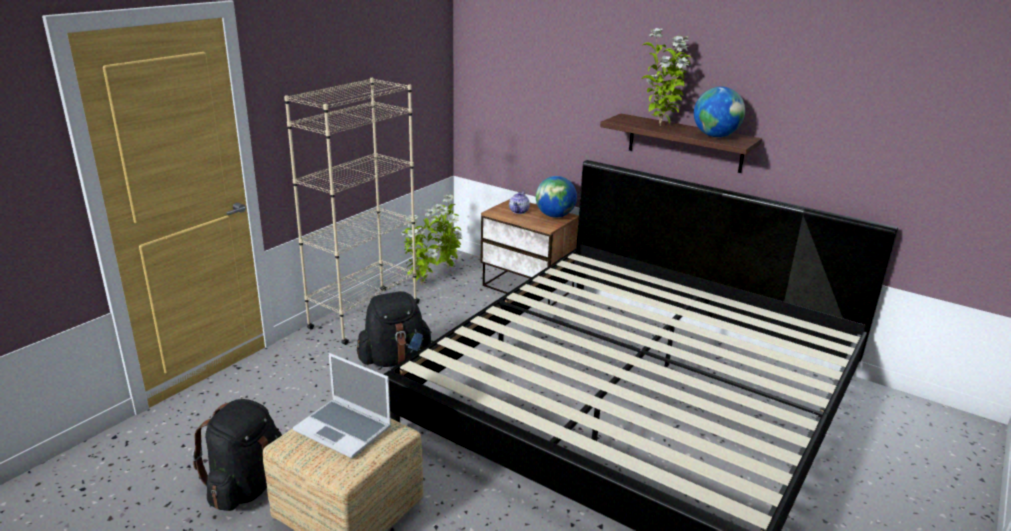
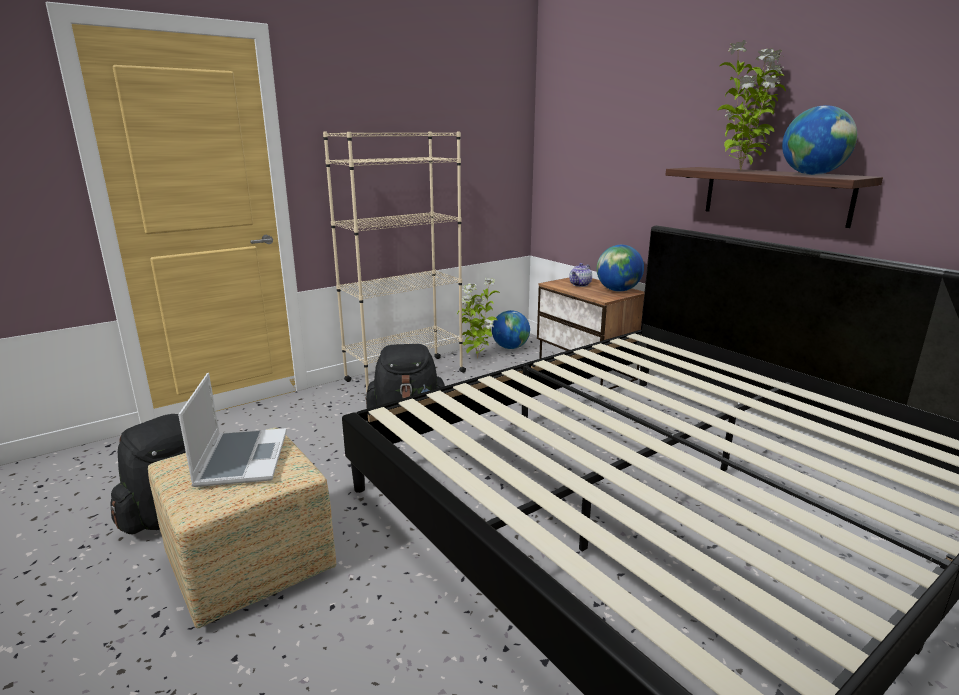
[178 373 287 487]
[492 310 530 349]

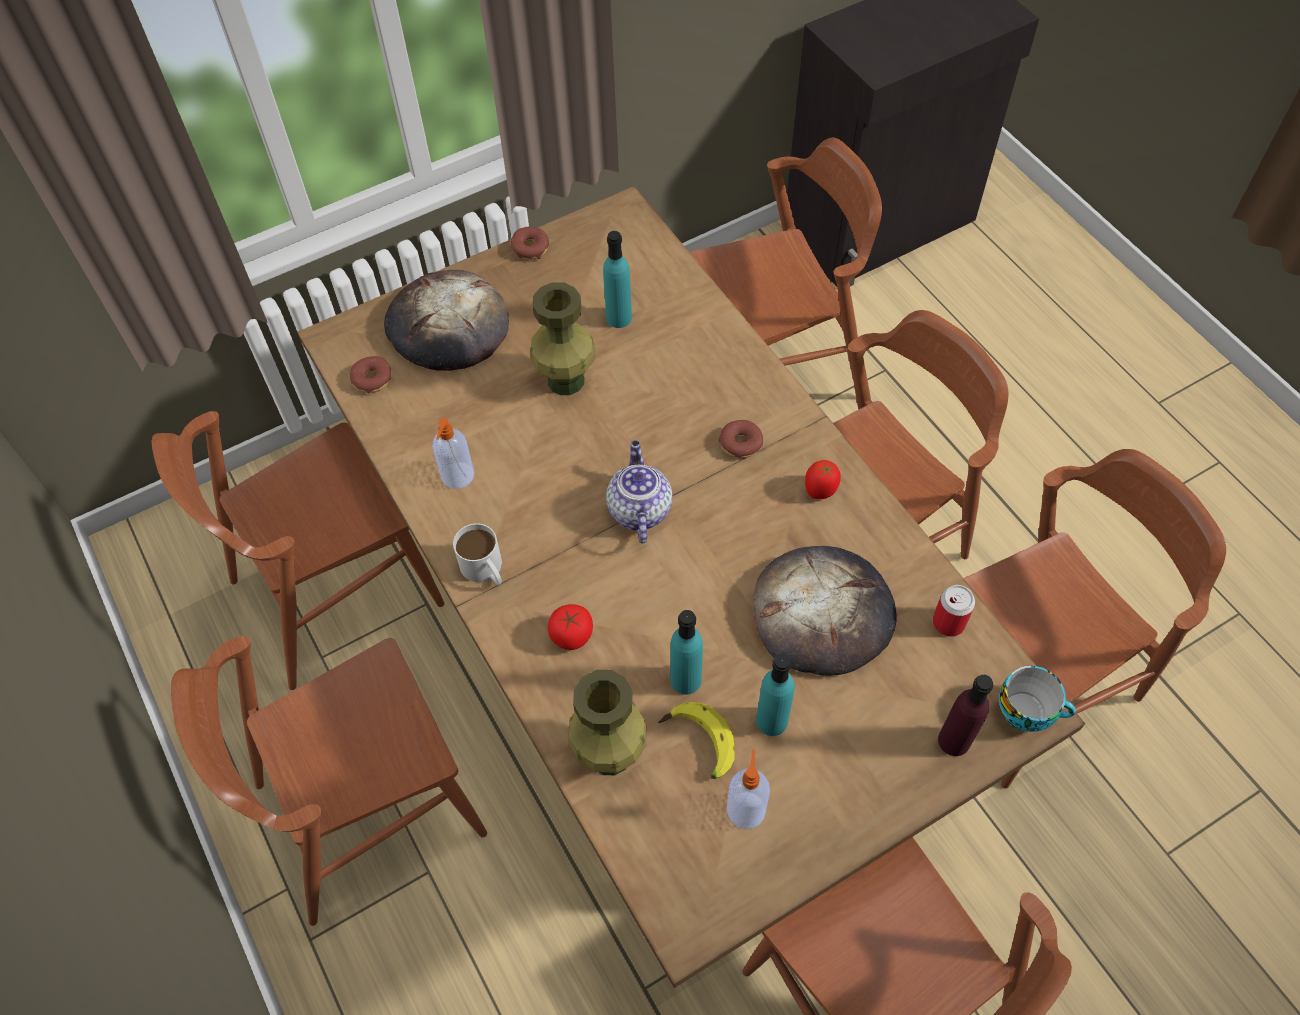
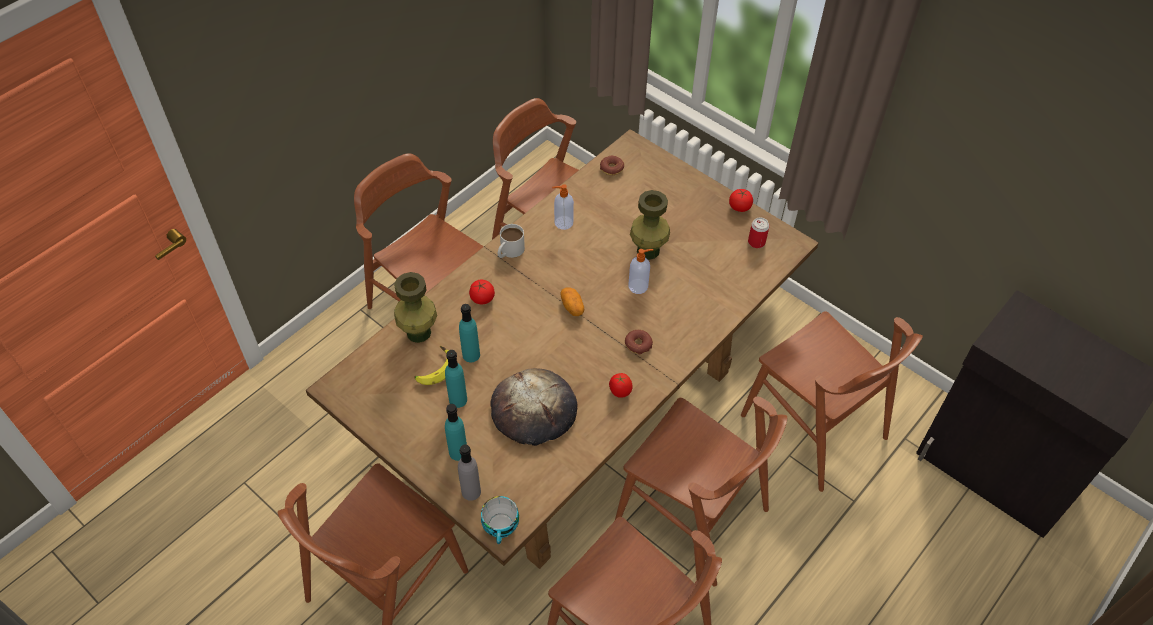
[445 404 467 461]
[458 445 481 501]
[561 287 585 316]
[628 249 653 294]
[729 189 753 212]
[748 217 769 248]
[384 270 509 371] (first image)

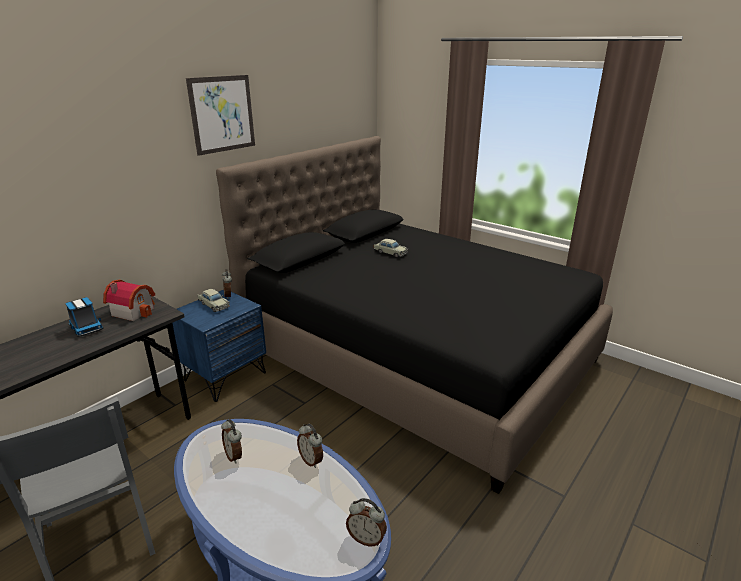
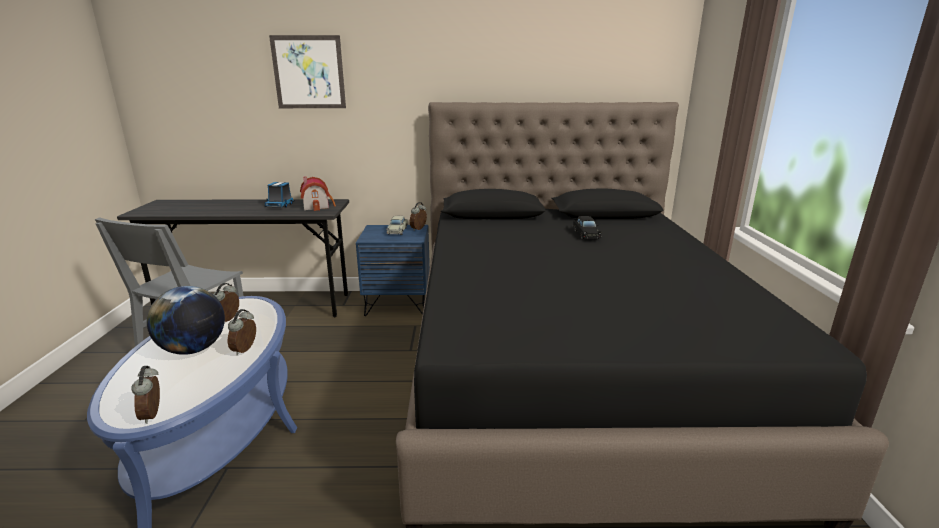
[147 286 225 355]
[269 35 346 108]
[573 216 602 239]

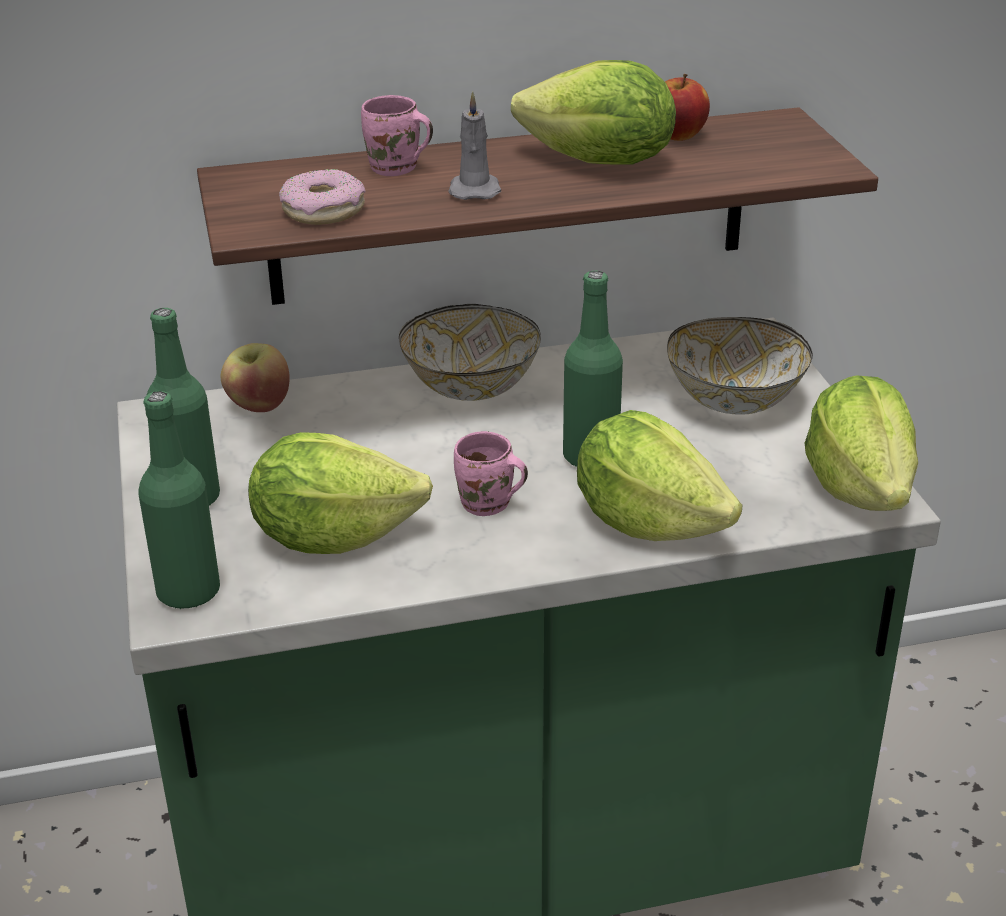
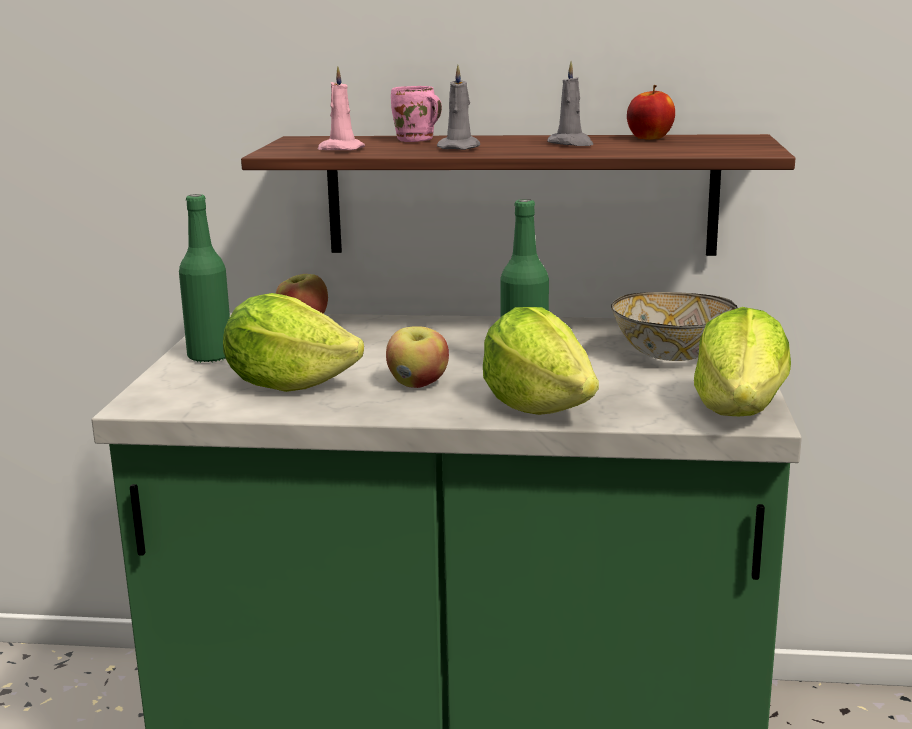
[318 66 365 150]
[386 327 449 388]
[547 61 593 146]
[138 391 220 609] (first image)
[399 304 541 401] (first image)

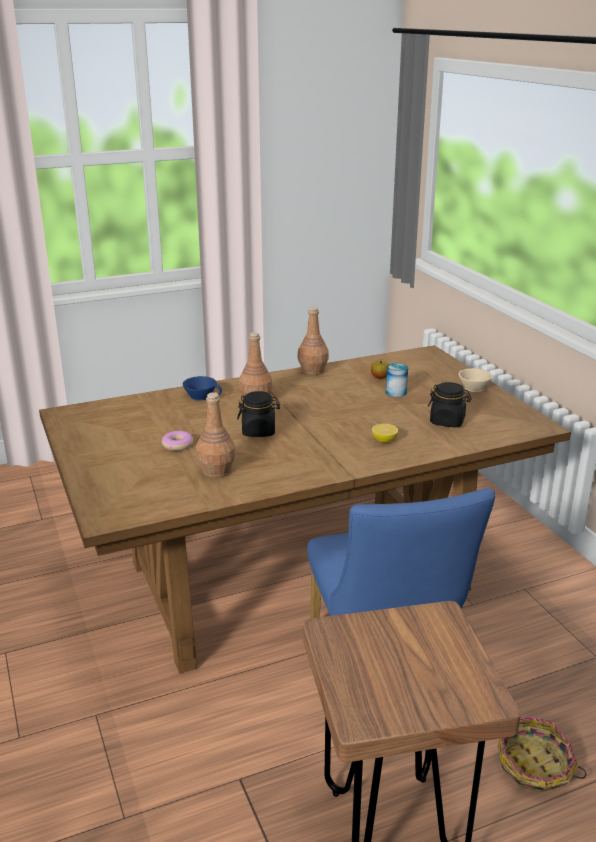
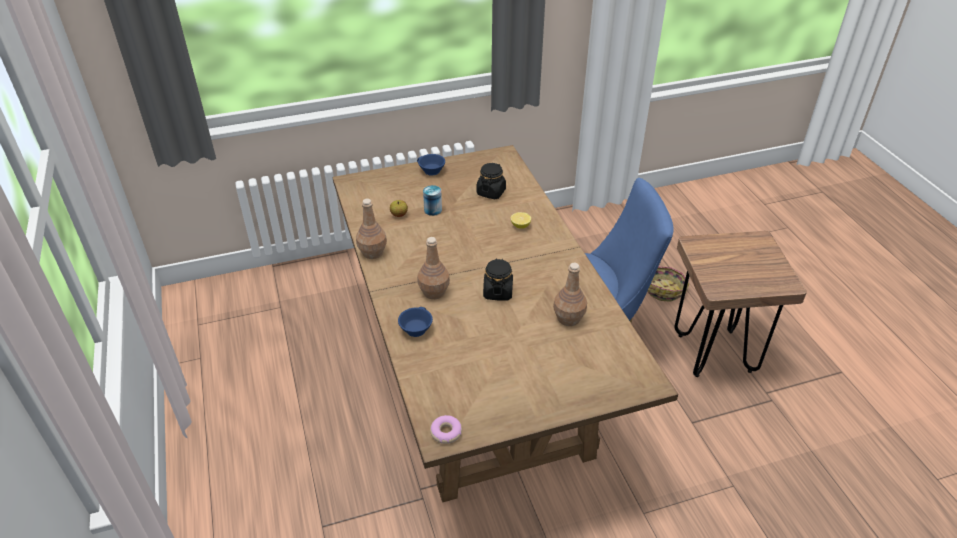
[417 154 445 176]
[430 415 462 444]

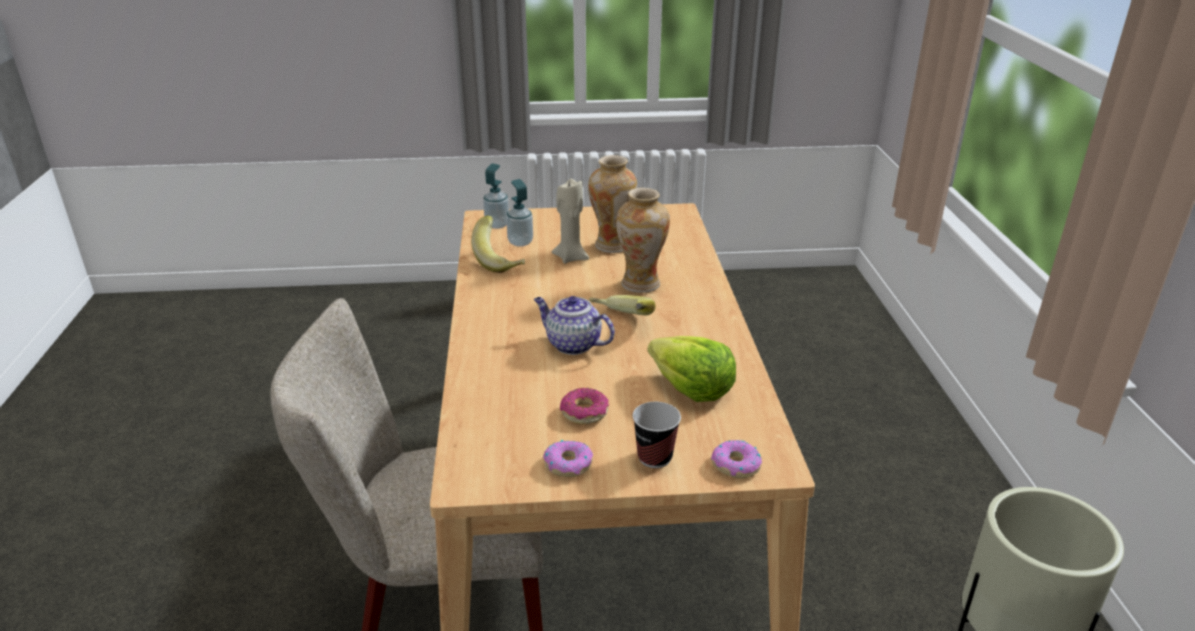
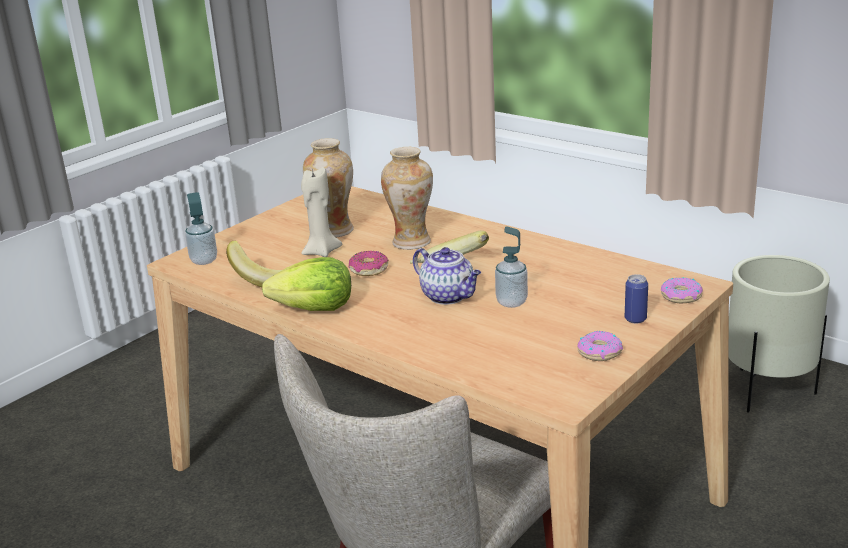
[262 257 351 311]
[348 251 388 276]
[413 247 481 305]
[495 226 528 308]
[625 274 648 324]

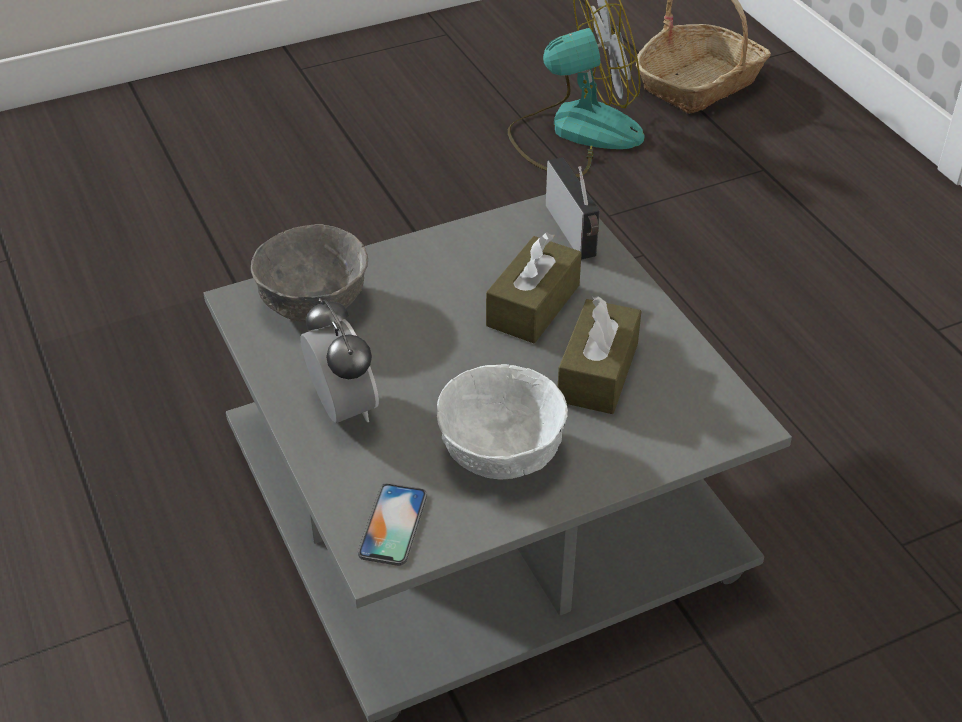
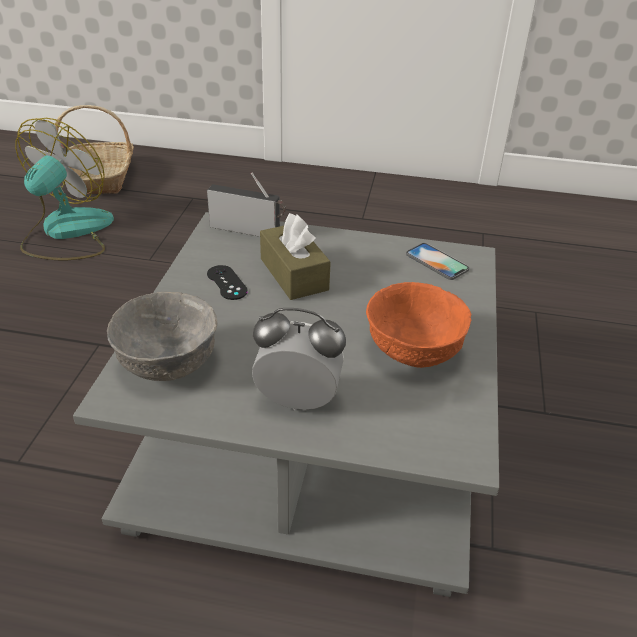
[207 265 248 300]
[366 282 471 368]
[406 243 469 280]
[558 296 641 414] (first image)

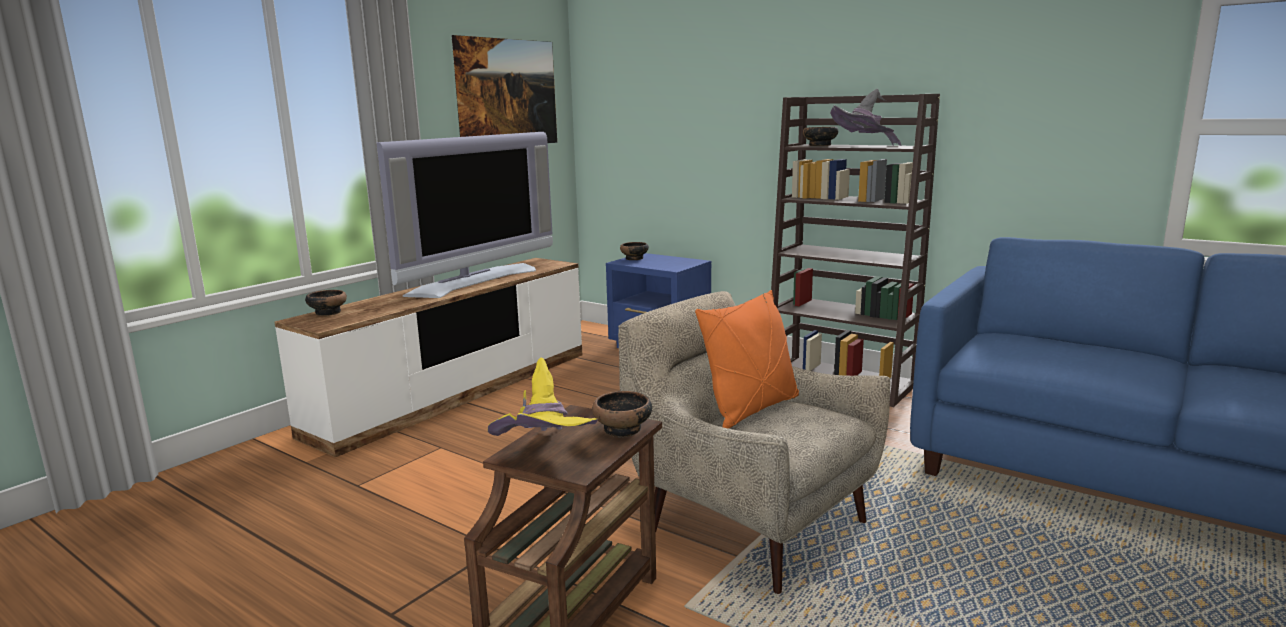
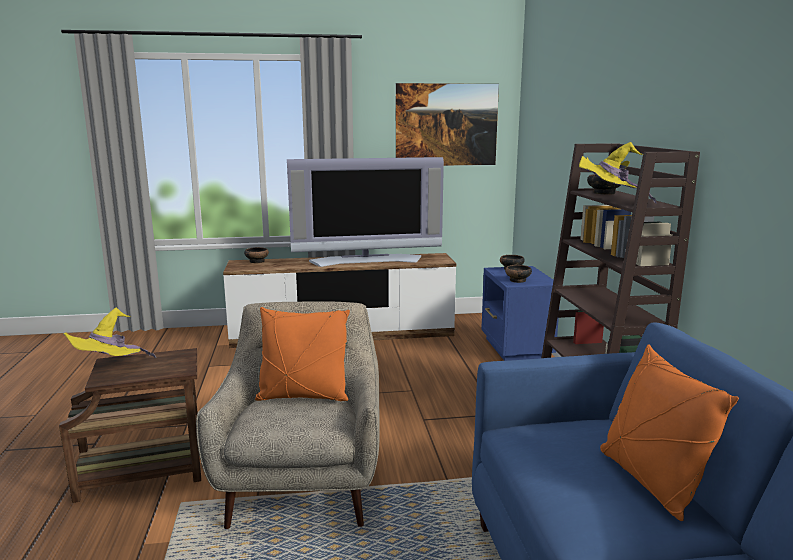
[505 265 532 283]
[579 142 657 203]
[600 344 739 521]

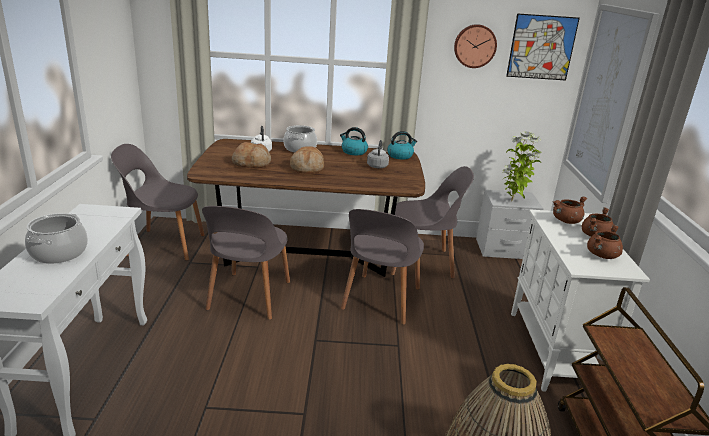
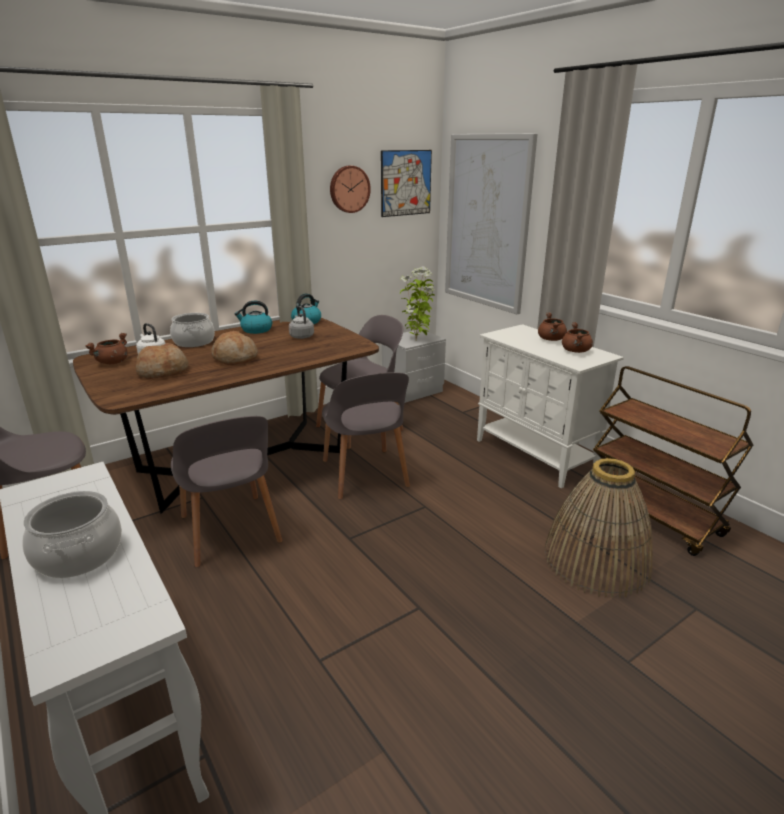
[85 333 128 364]

